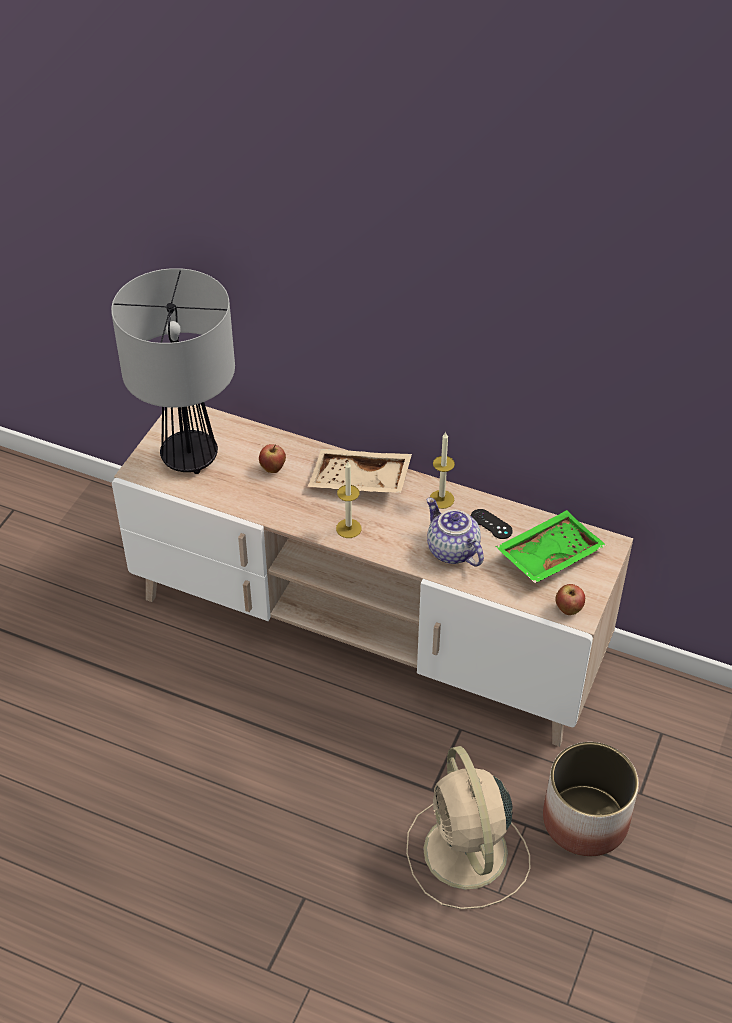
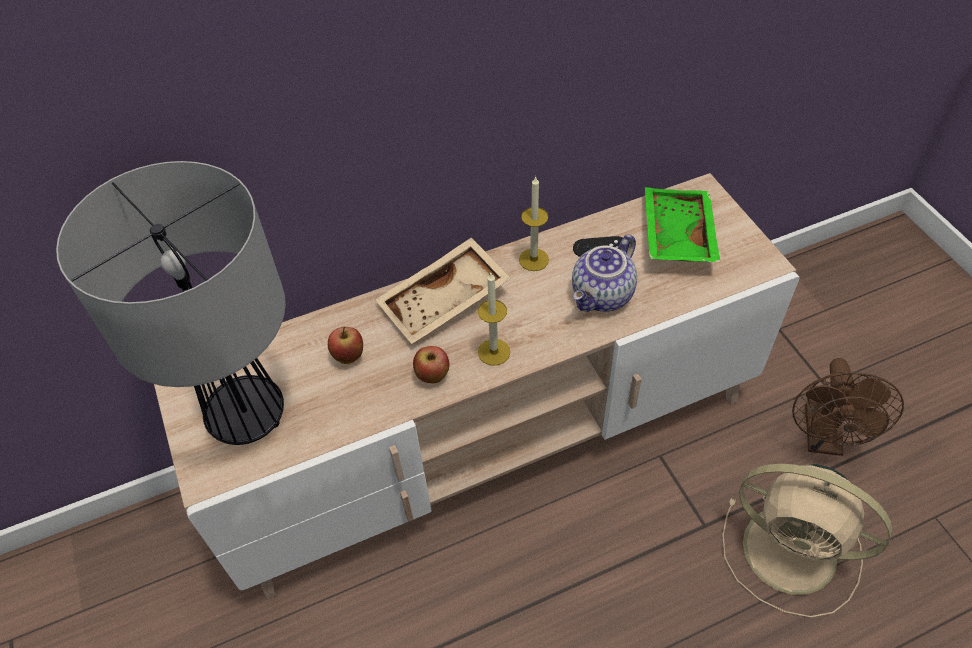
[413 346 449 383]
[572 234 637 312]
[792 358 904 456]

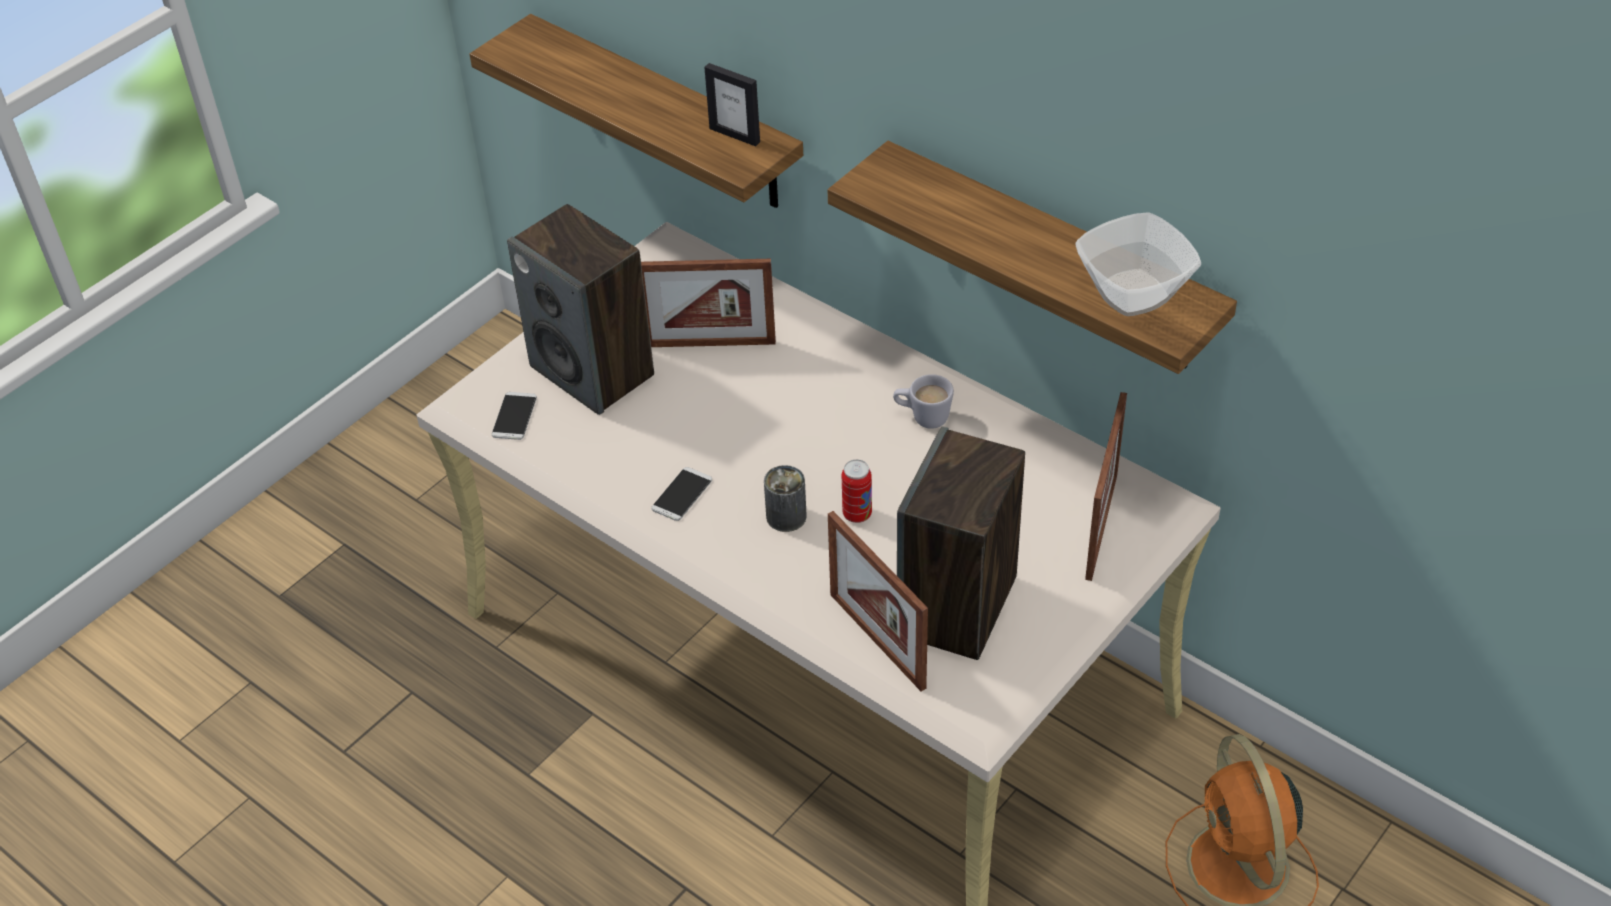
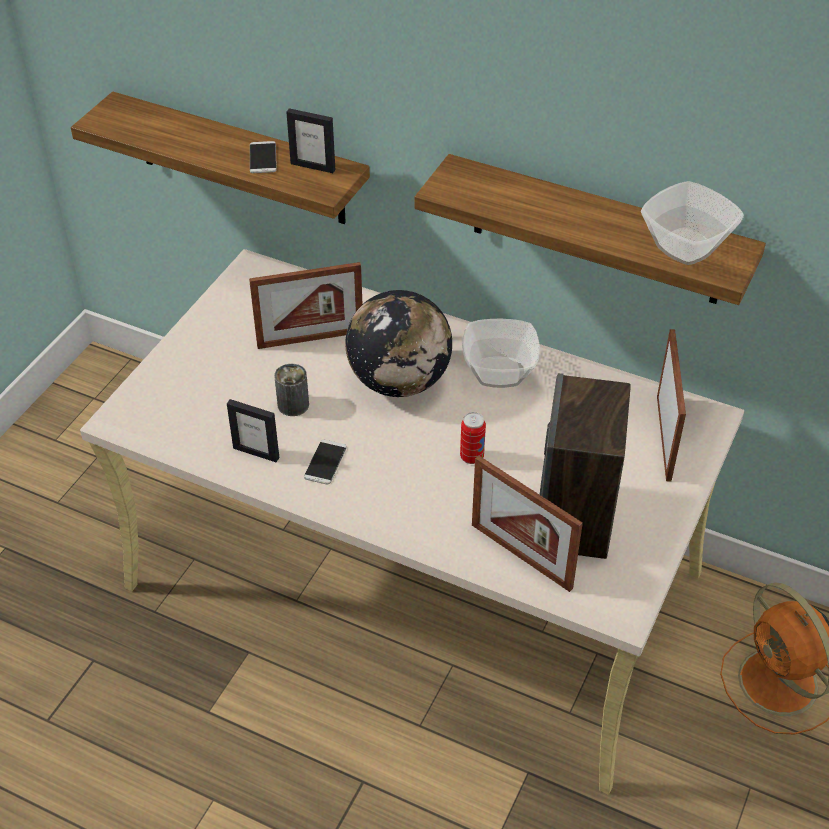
[227 399 279 462]
[250 141 277 173]
[274 364 309 416]
[345 290 452 397]
[462 319 540 388]
[507 204 654 415] (first image)

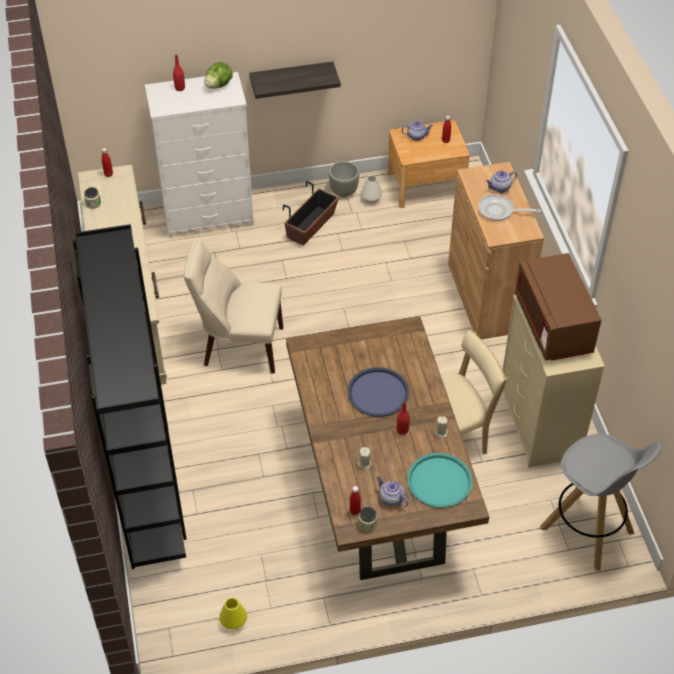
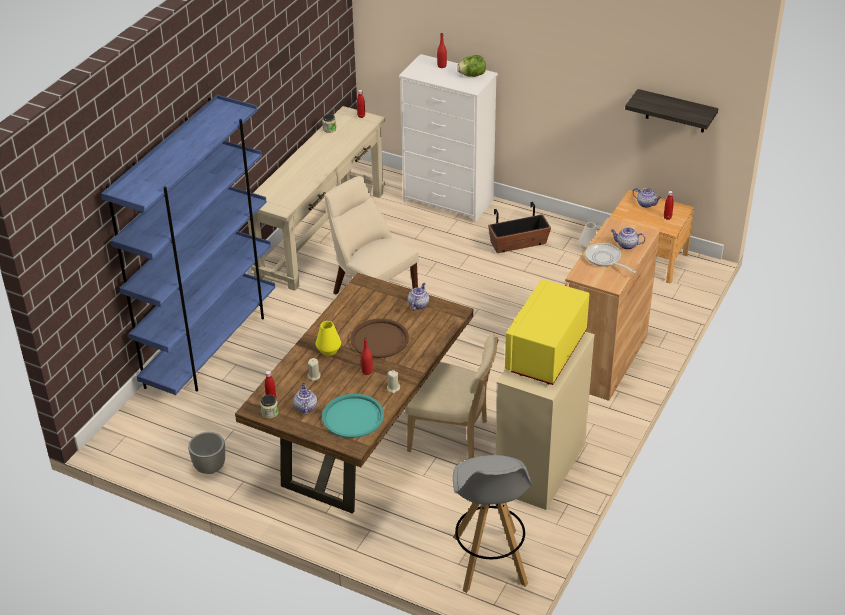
[101 95 275 395]
[188 432 225 474]
[316 321 341 356]
[350 319 409 358]
[408 283 429 310]
[505 279 589 385]
[625 89 718 132]

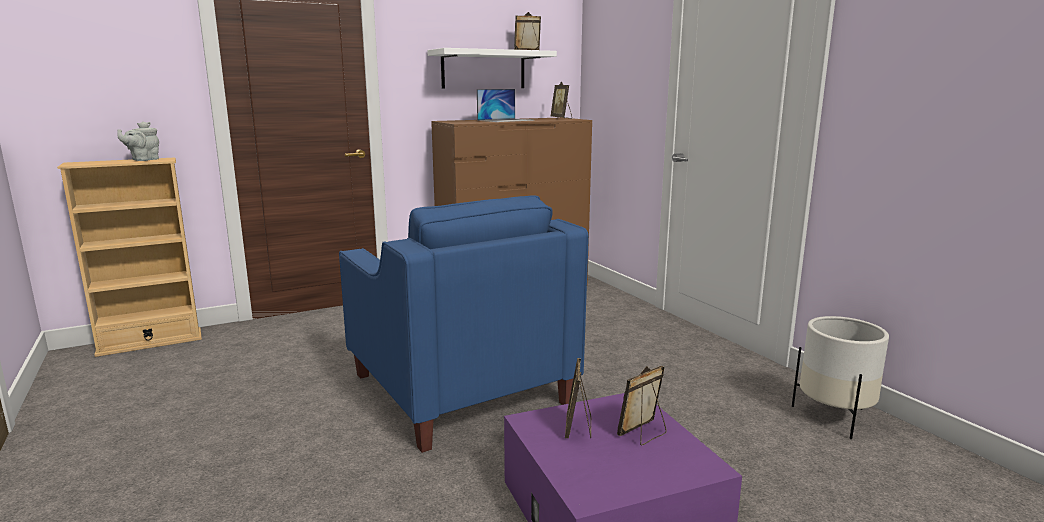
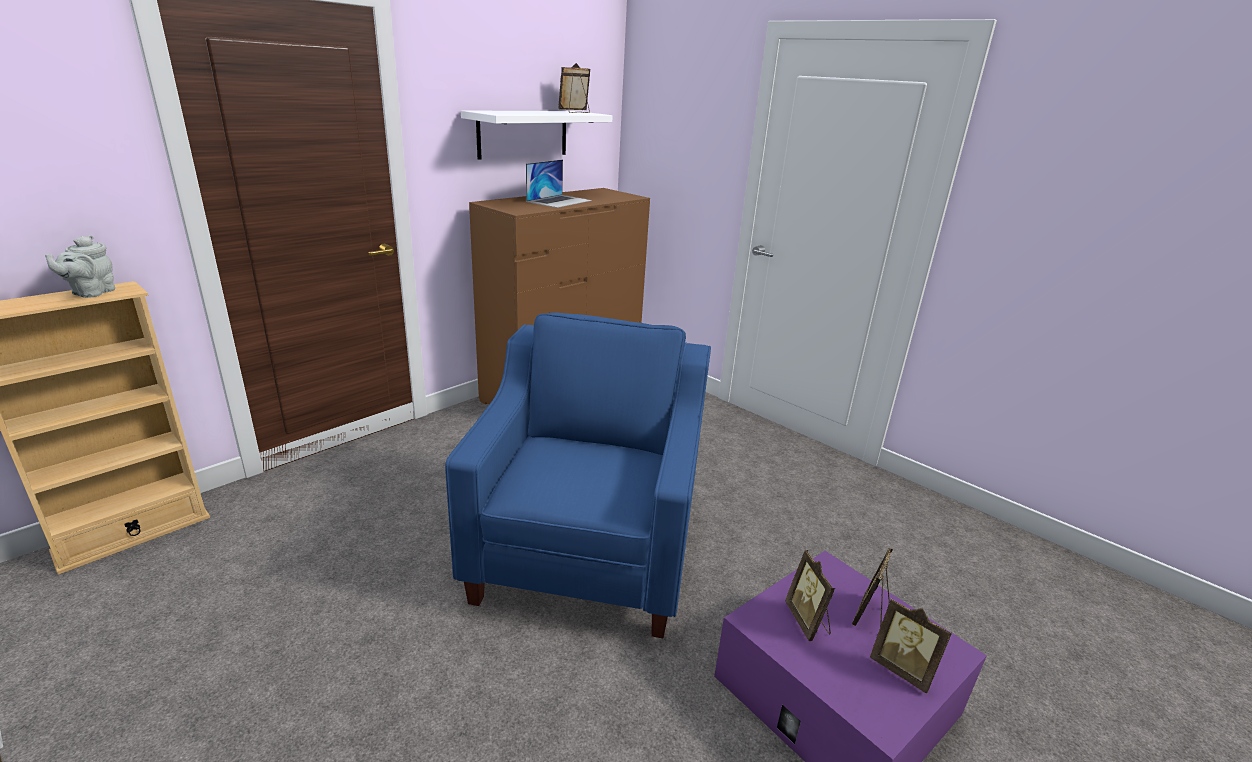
[445 312 711 638]
[870 598 952 693]
[792 316 889 439] (first image)

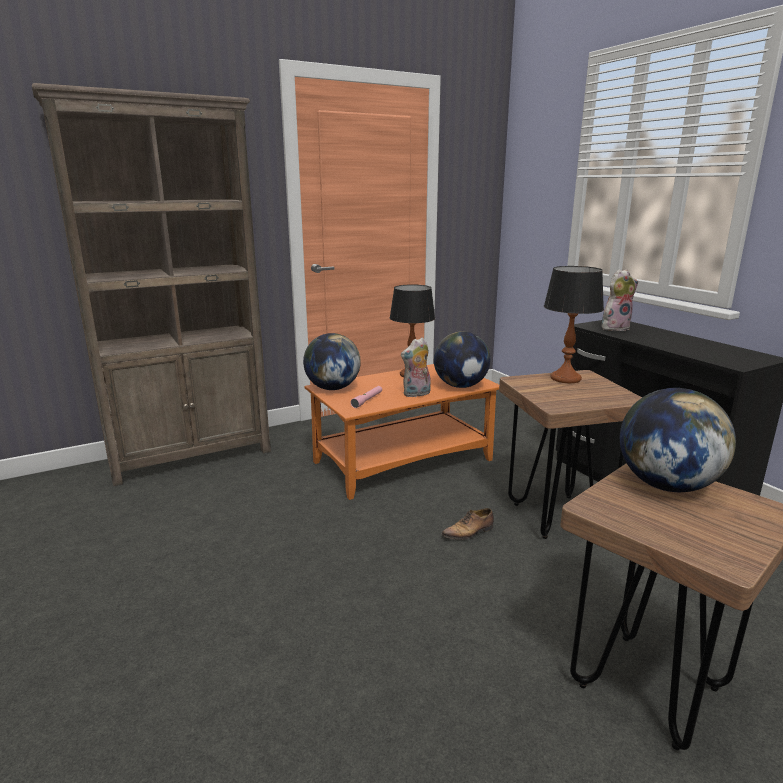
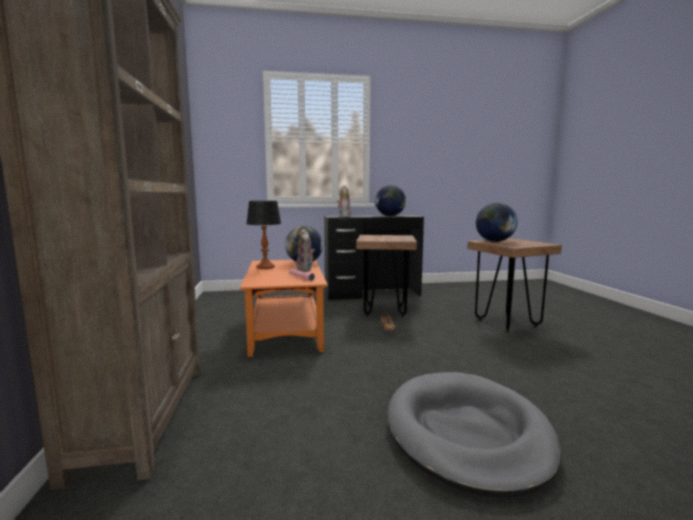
[375 185 406 216]
[388 372 561 497]
[544 266 604 383] (first image)

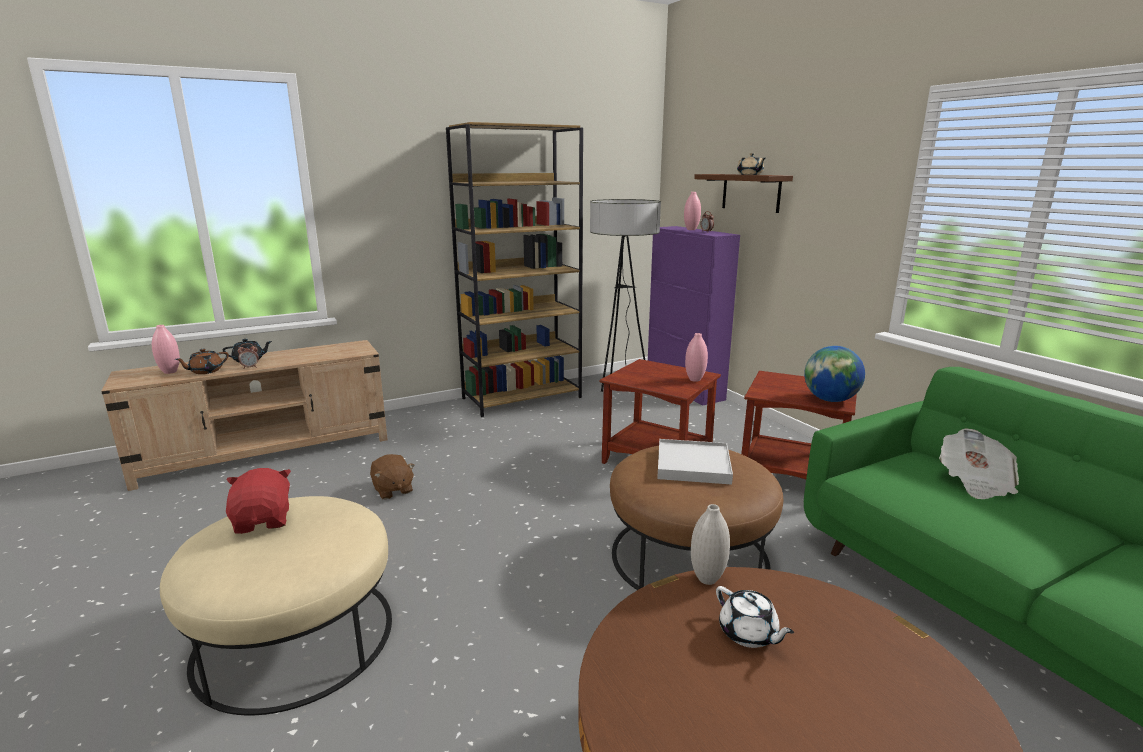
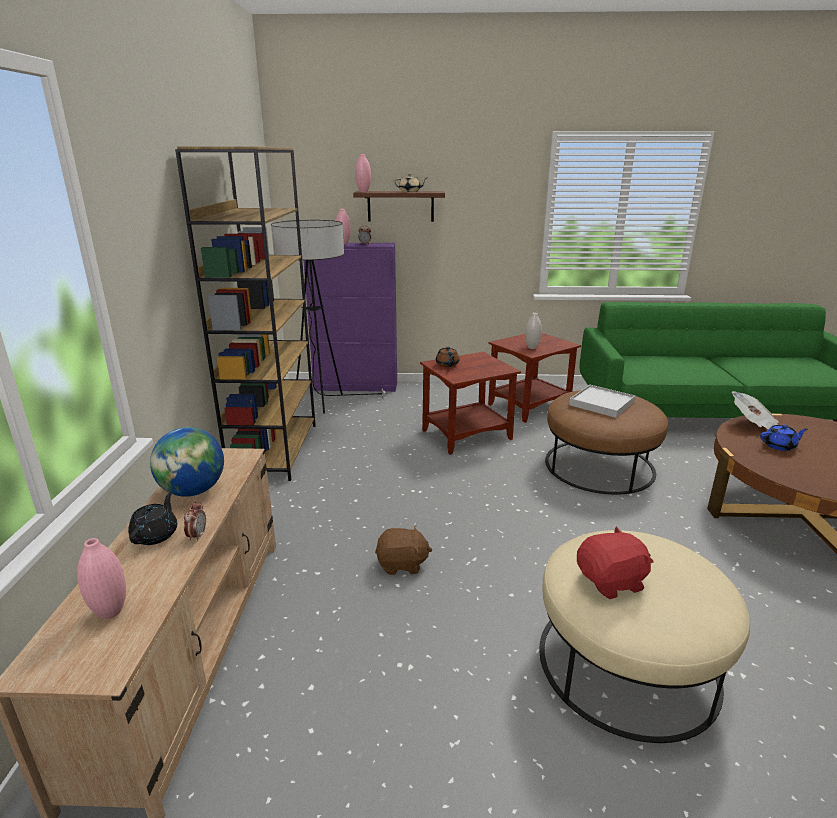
[150 427 224 497]
[355 154 371 192]
[436 347 459 367]
[525 313 542 349]
[577 526 654 599]
[732 391 779 429]
[760 424 808 451]

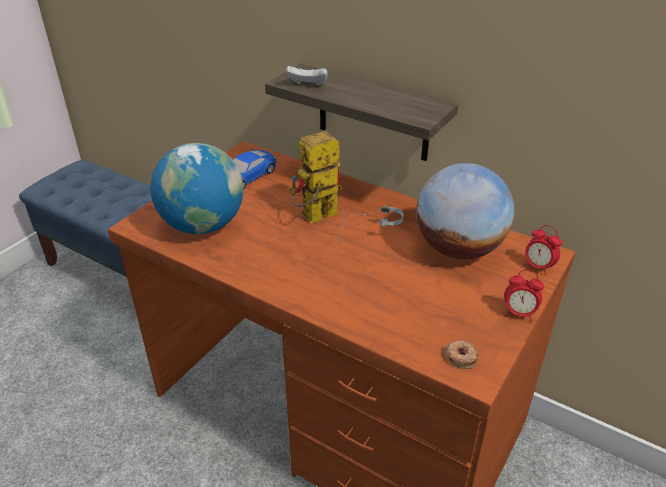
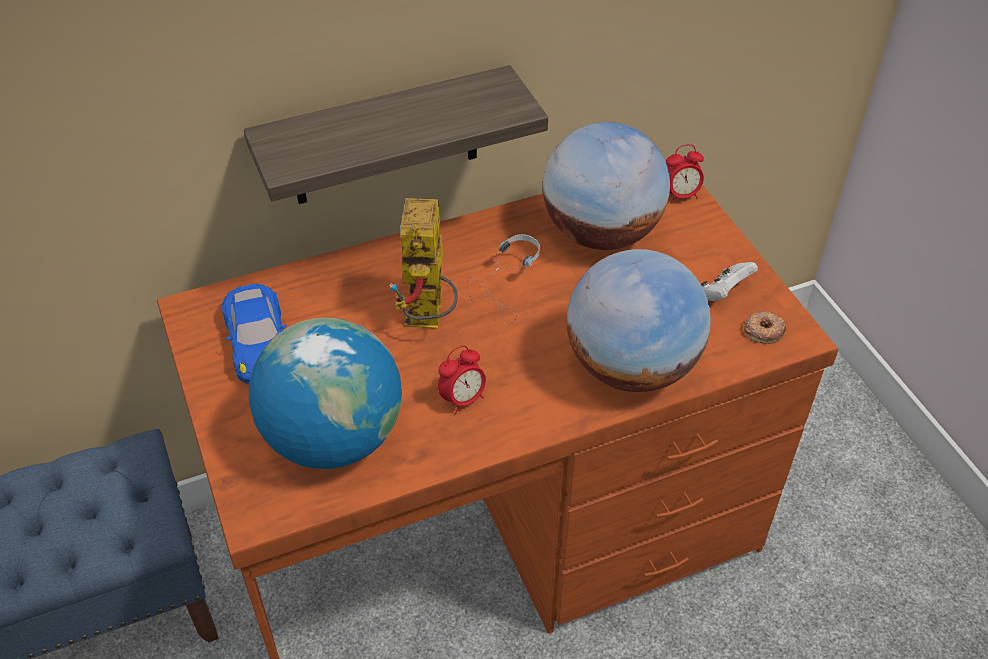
[438 346 486 414]
[567 249 711 392]
[701 262 758 301]

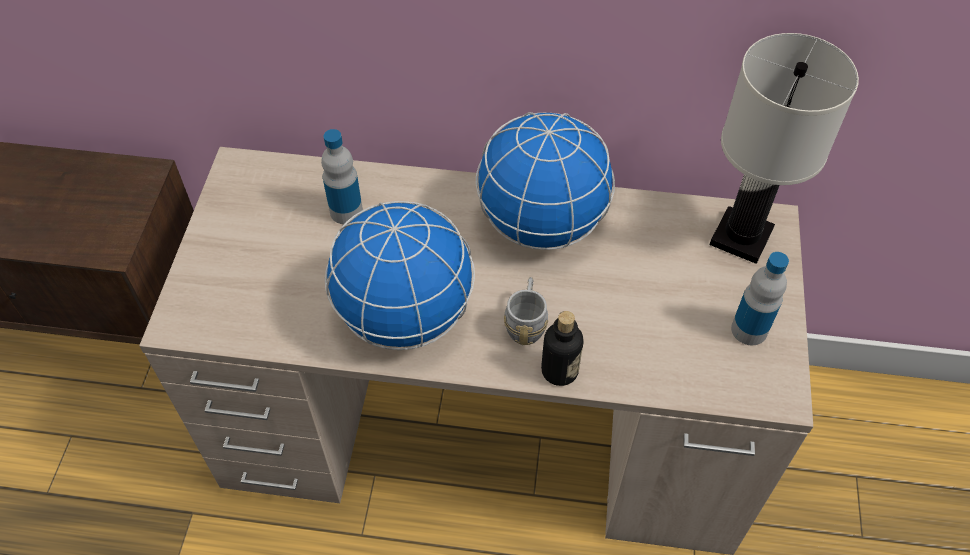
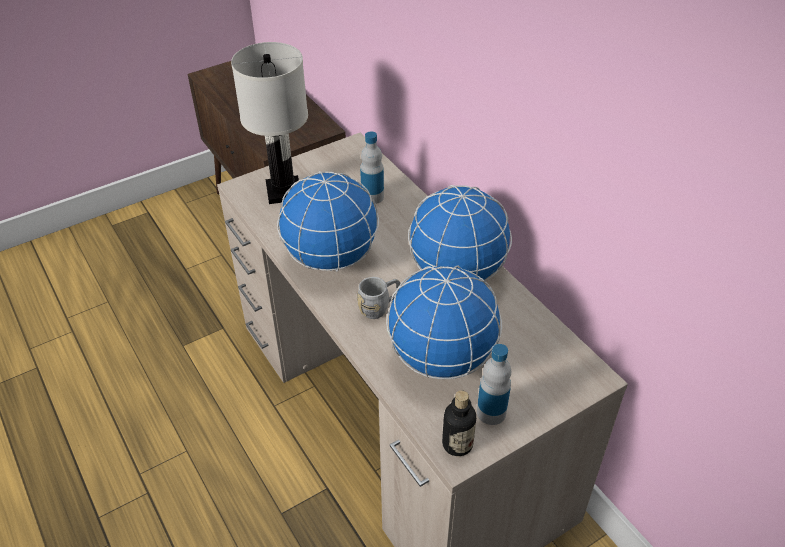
[231 42 308 204]
[386 266 502 379]
[442 390 476 456]

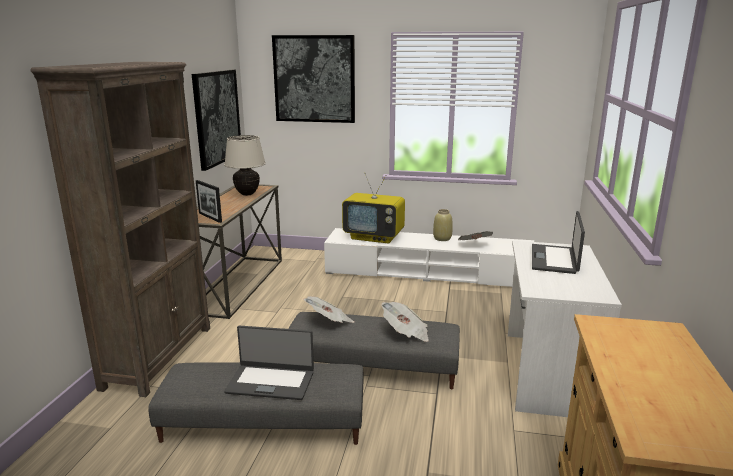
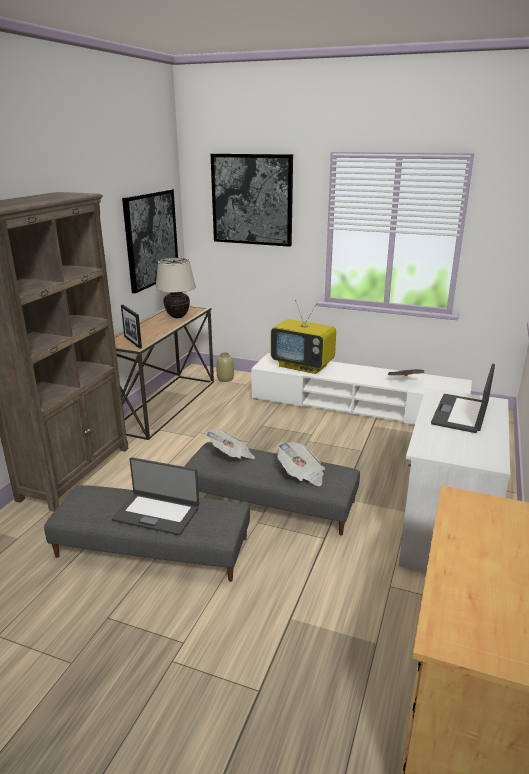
[217 352 234 382]

